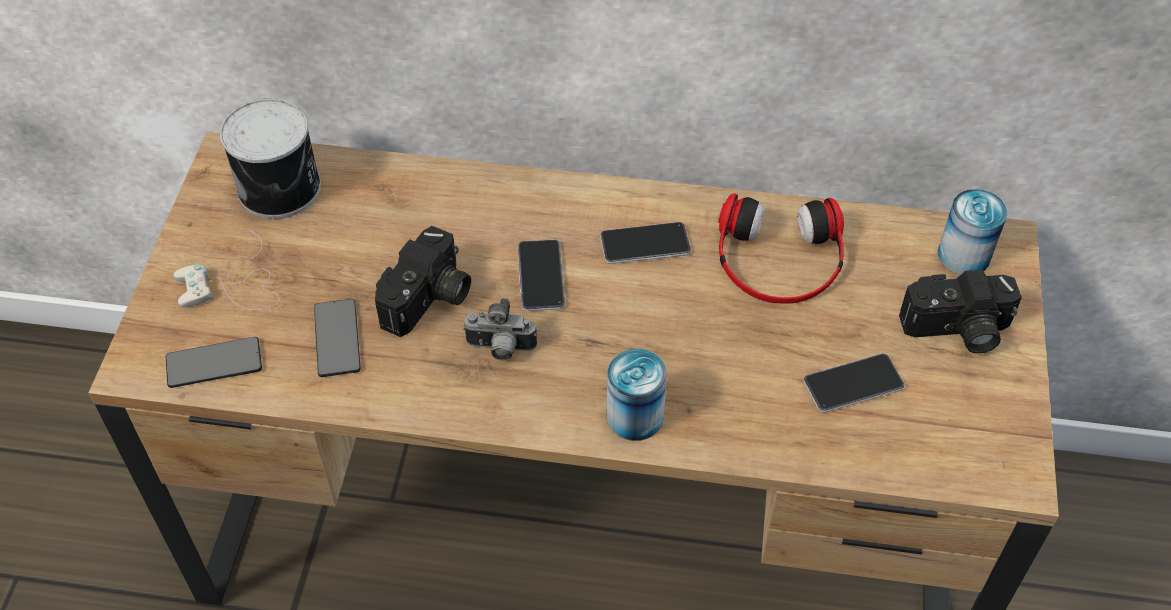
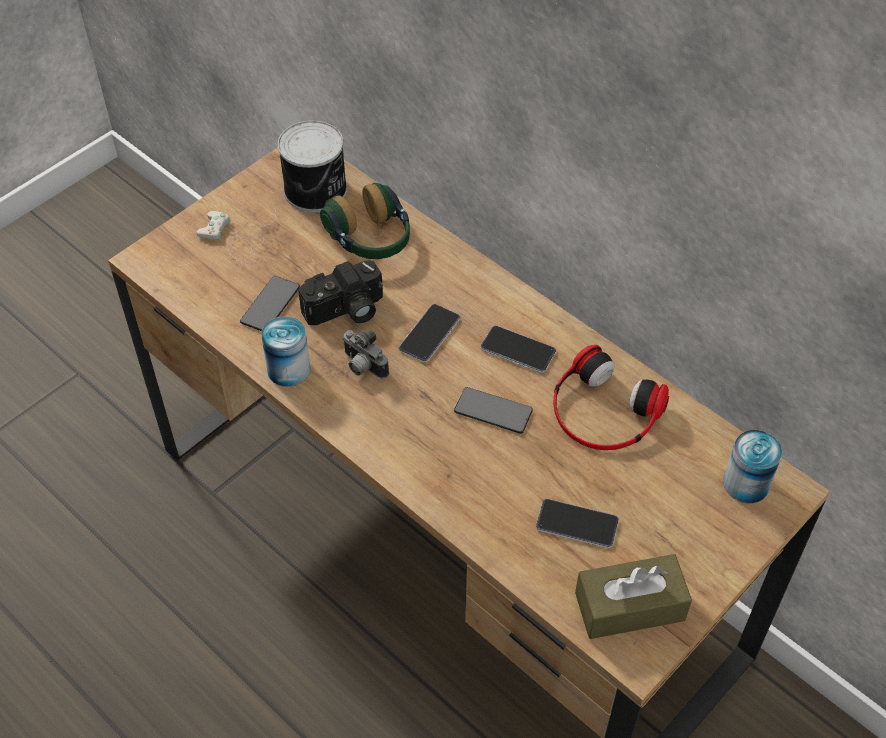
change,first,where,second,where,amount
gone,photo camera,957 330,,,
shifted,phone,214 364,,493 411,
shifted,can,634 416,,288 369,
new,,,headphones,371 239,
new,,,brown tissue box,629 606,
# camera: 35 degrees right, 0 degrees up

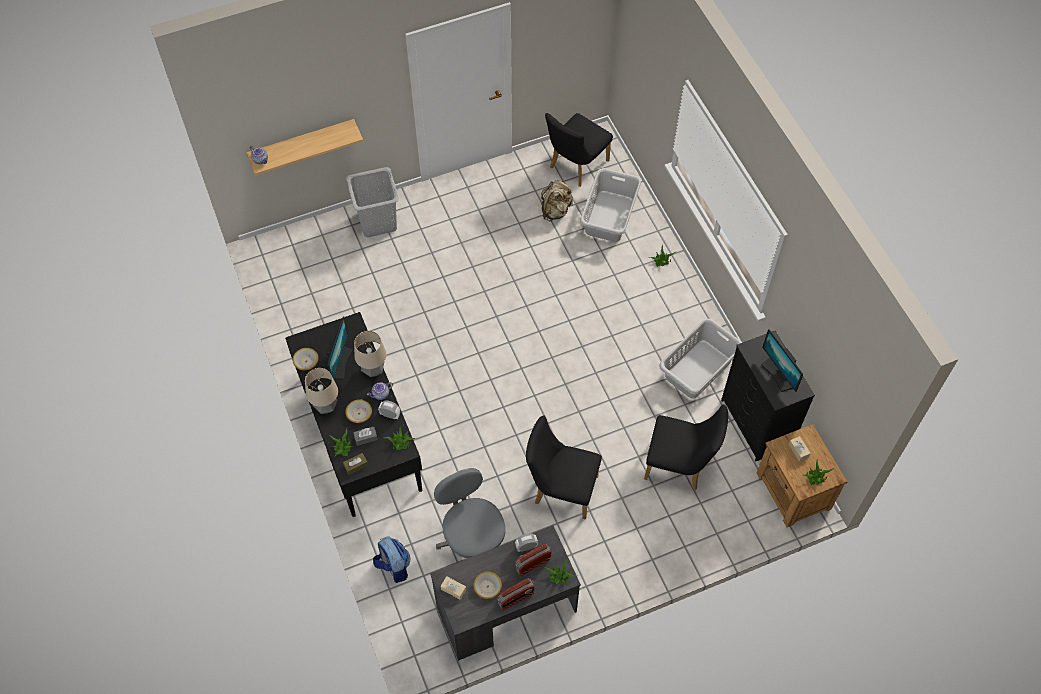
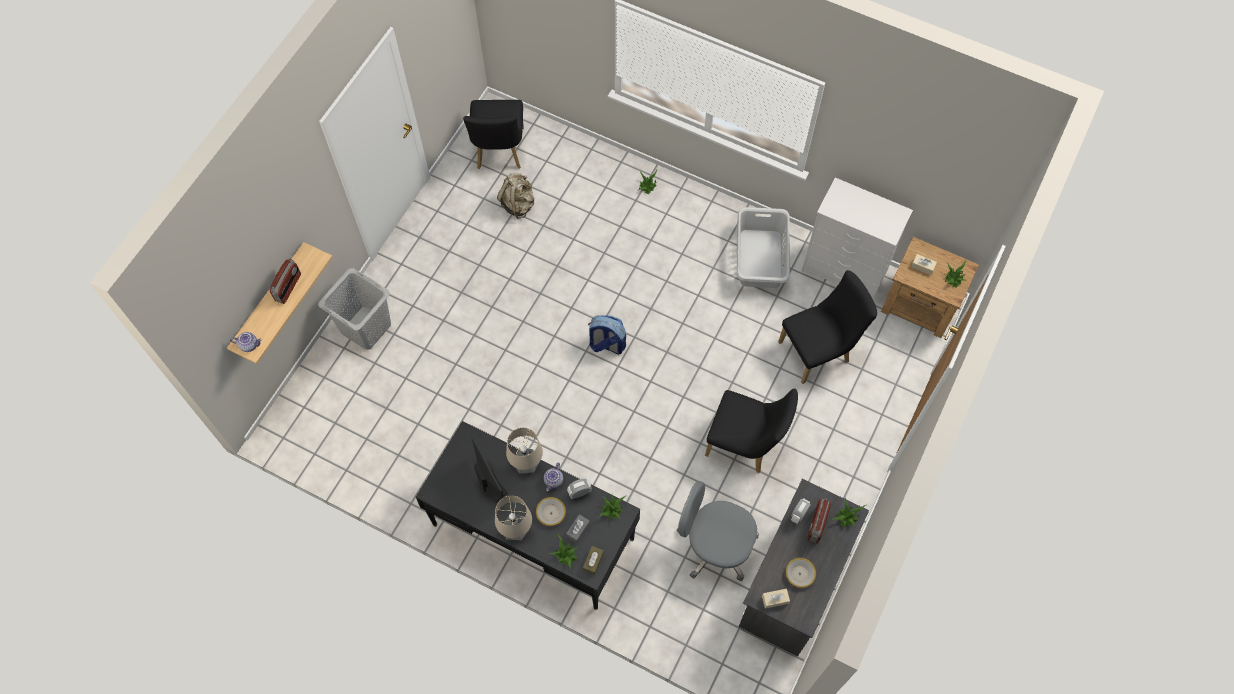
change,first,where,second,where,amount
gone,grey laundry basket,609 216,,,
gone,monitor,778 374,,,
repainted,black dresser,756 424,white dresser,845 270,
gone,bowl,306 361,,,
rotated,black chair,561 489,,745 444,135 degrees counterclockwise
shifted,backpack,393 566,,606 344,
shifted,radio,516 598,,288 287,
# camera: 40 degrees left, 5 degrees up

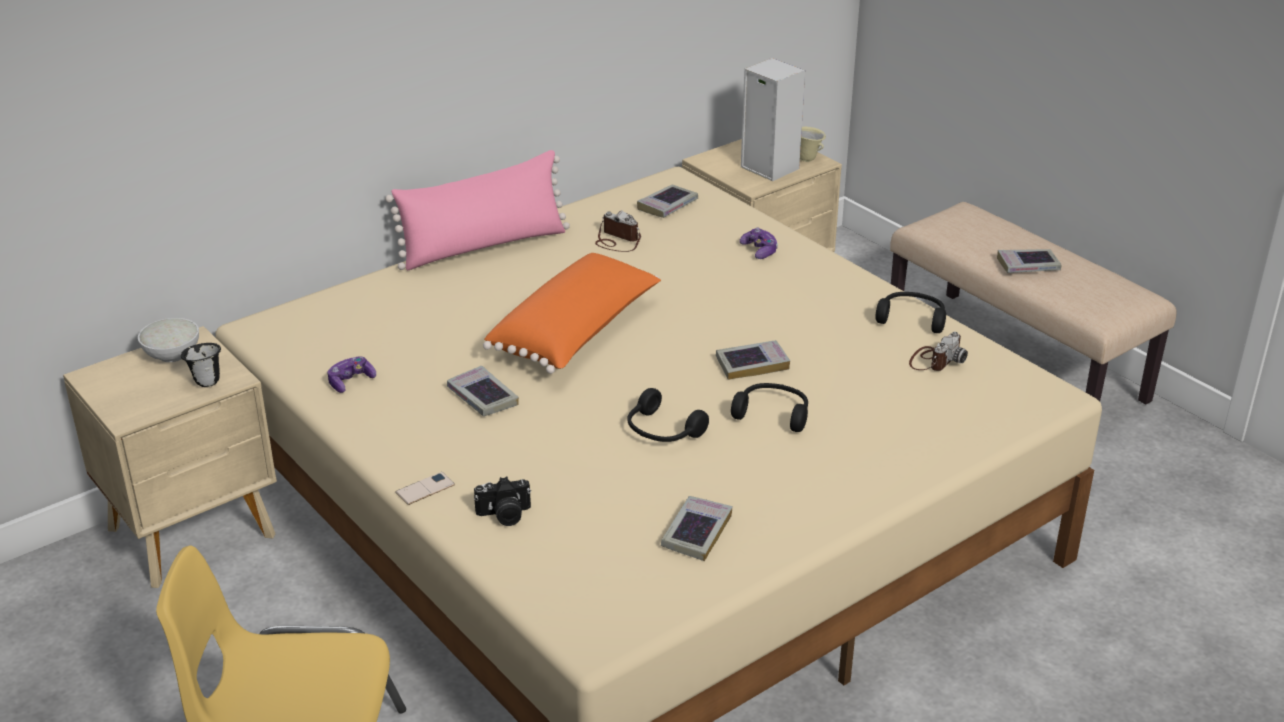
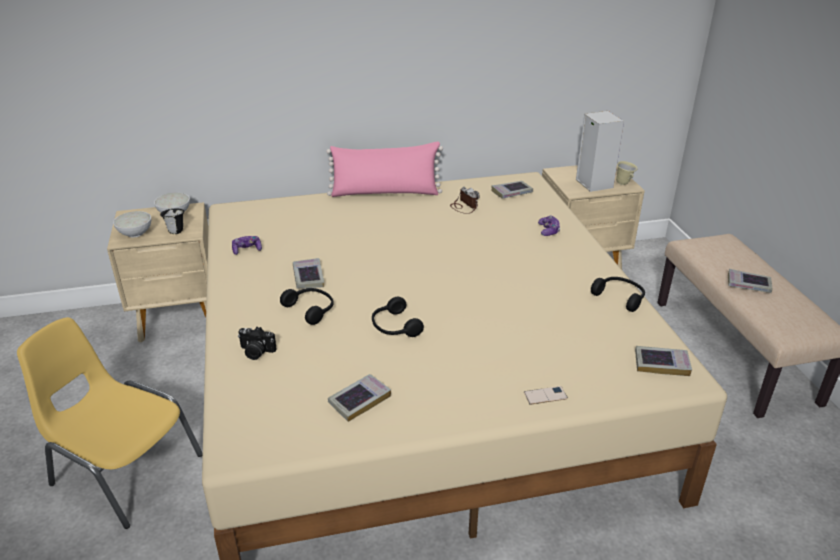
change,first,where,second,where,amount
gone,orange pillow,577 333,,,
gone,photo camera,935 360,,,
shifted,book,752 364,,661 364,
shifted,black headphones,773 414,,311 309,
shifted,phone,425 489,,545 395,
new,,,white bowl,135 233,
# camera: 25 degrees right, 0 degrees up

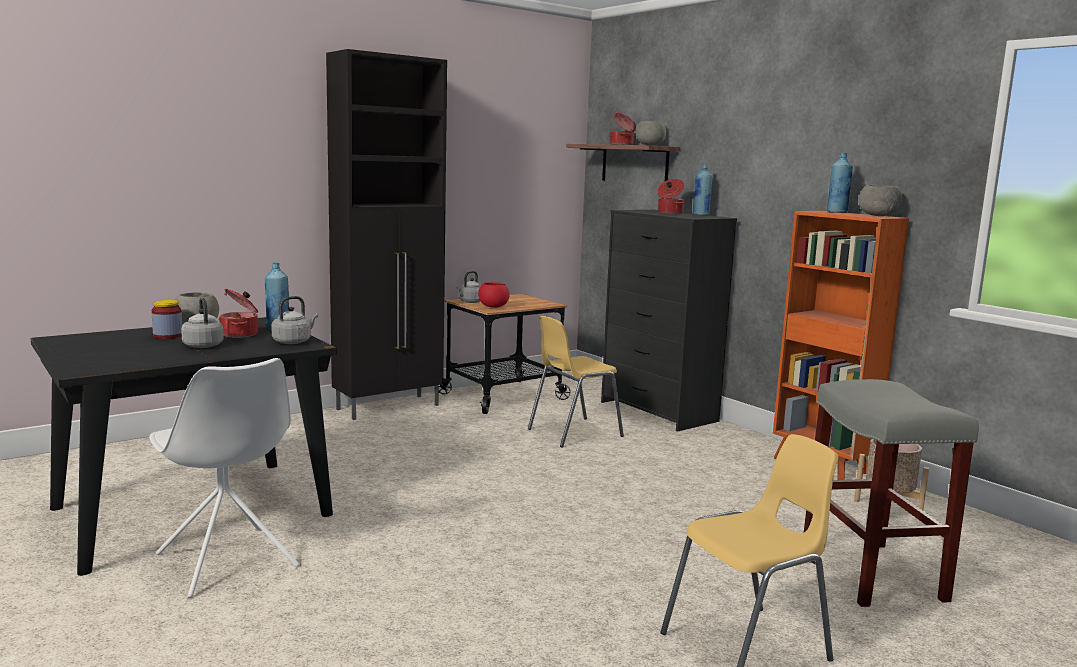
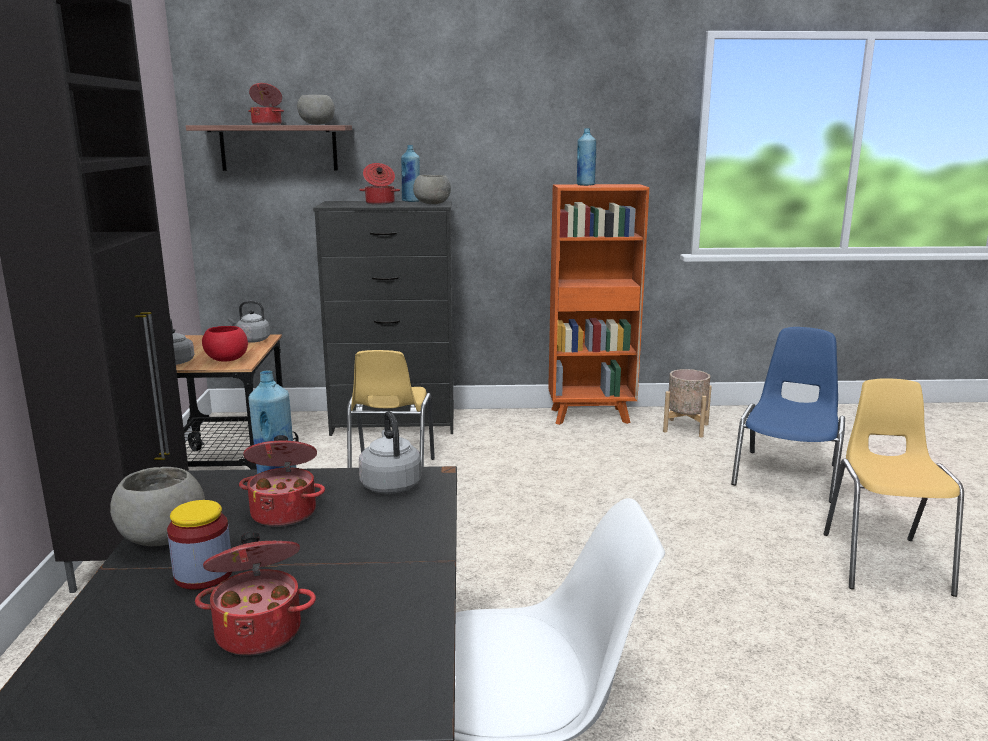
change,first,where,second,where,amount
shifted,grey bowl,878 216,,432 204,
shifted,grey kettle,203 345,,251 340,
swapped,grey stool,873 574,blue chair,788 475,
new,,,cooking pot,259 630,
# camera: 55 degrees left, 5 degrees up

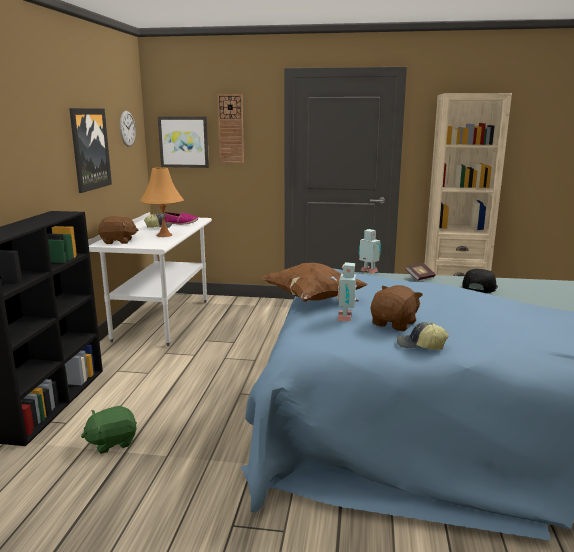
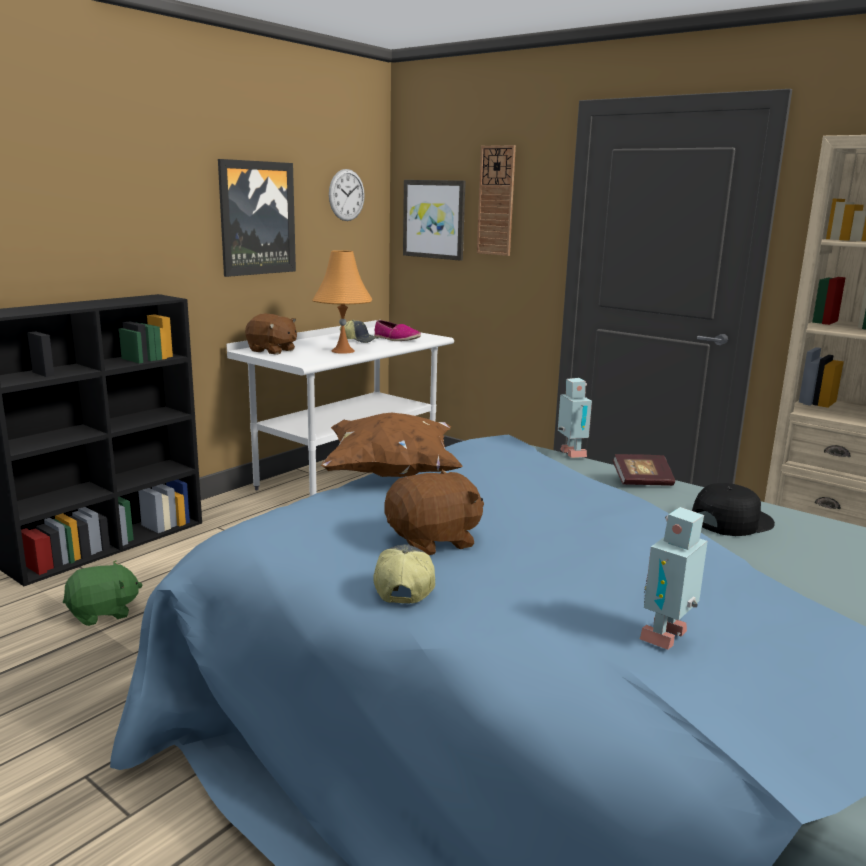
change,first,where,second,where,amount
shifted,toy robot,346 318,,668 637,
rotated,cap,420 346,,403 586,45 degrees clockwise
rotated,green plush toy,112 442,,103 613,150 degrees clockwise
# camera: 30 degrees right, 0 degrees up

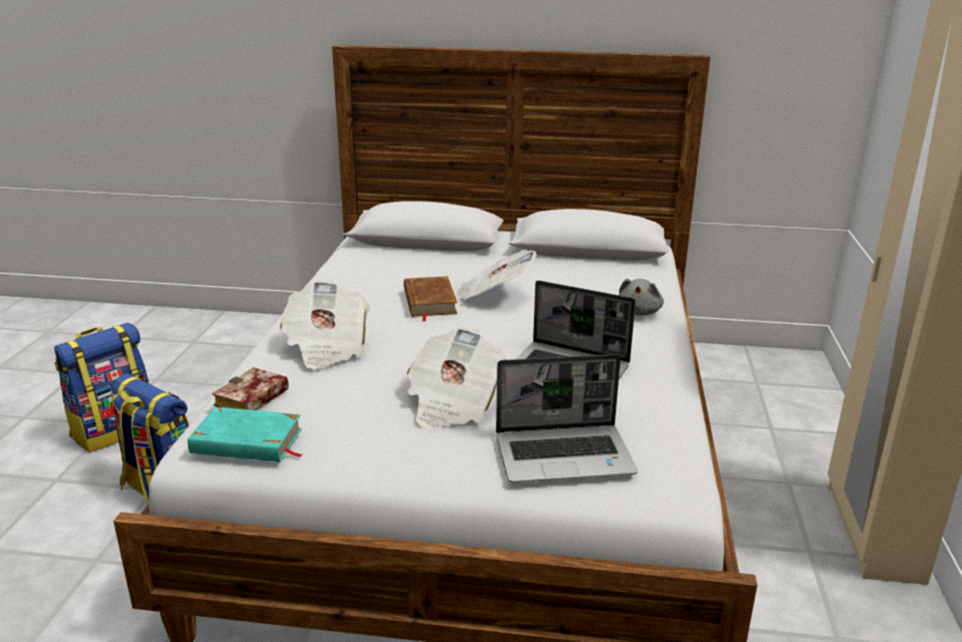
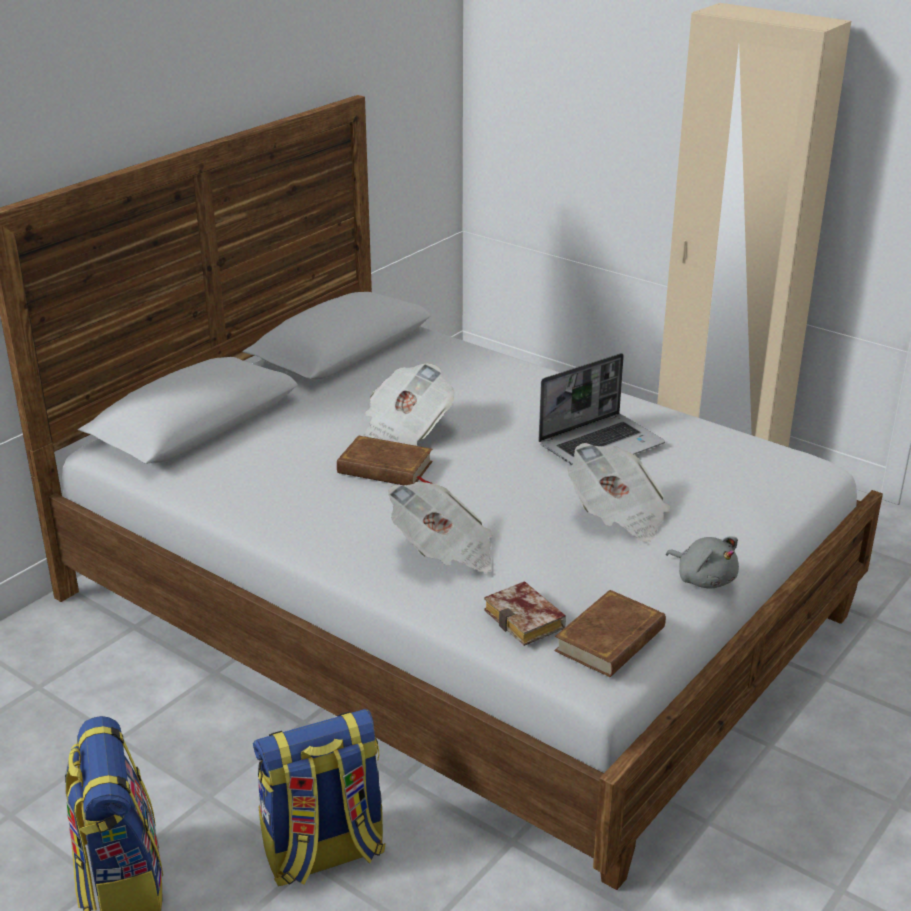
change,first,where,second,where,amount
shifted,grey plush toy,639 312,,704 578,
gone,laptop,565 455,,,
repainted,turquoise book,247 442,brown book,611 639,
# camera: 60 degrees left, 5 degrees up

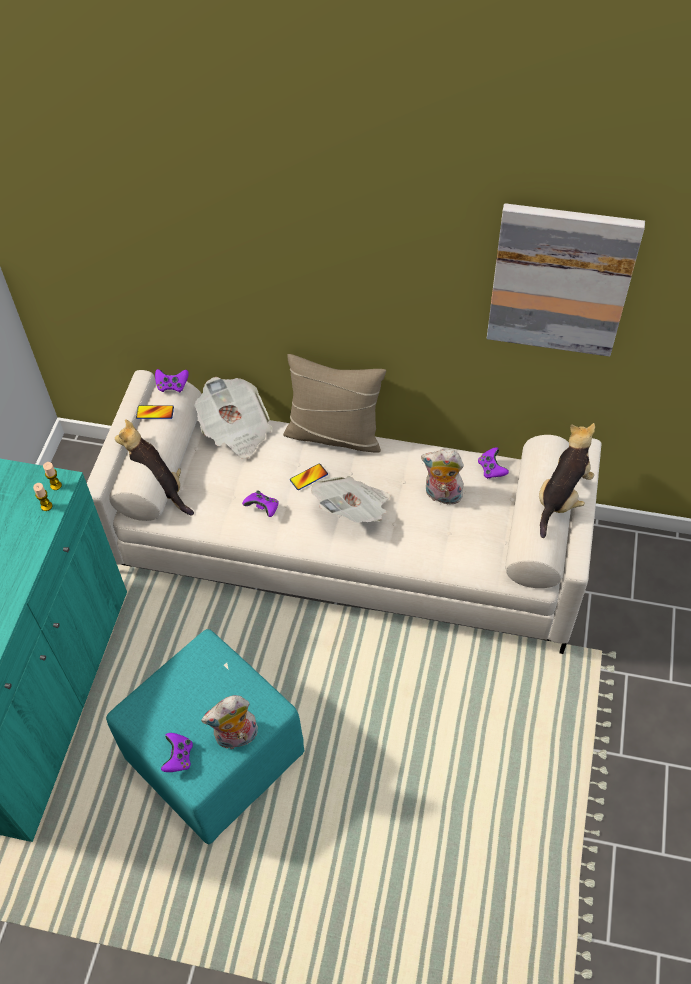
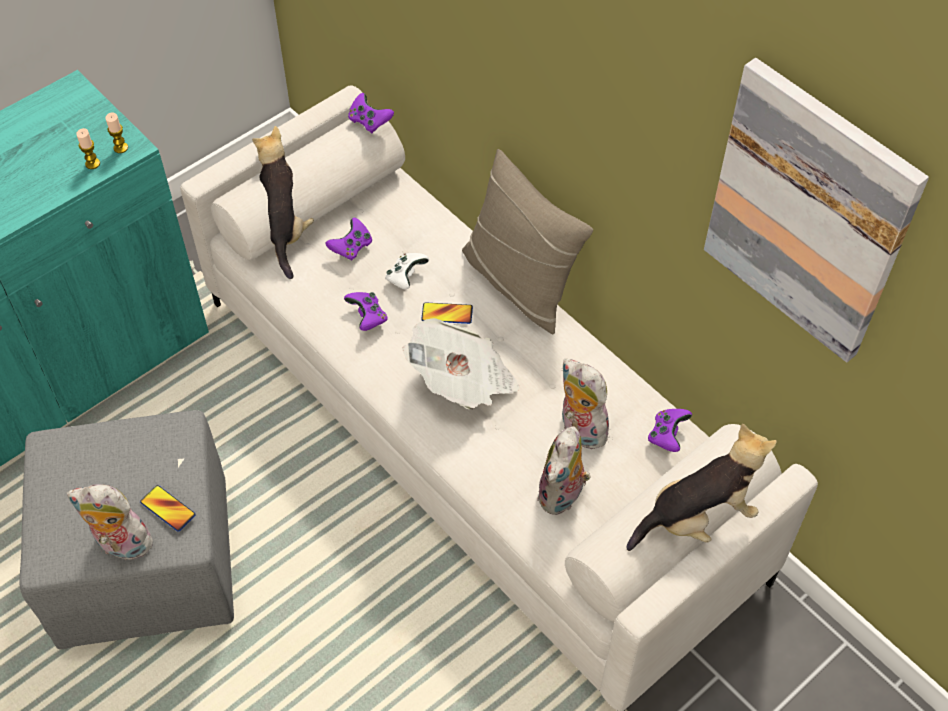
change,first,where,second,where,amount
gone,newspaper,236 430,,,
shifted,phone,155 412,,168 509,
repainted,turquoise ottoman,216 755,grey ottoman,148 562,
shifted,purple game controller,178 757,,351 248,
new,,,white game controller,406 277,
new,,,plush toy,562 496,
# camera: 35 degrees right, 0 degrees up

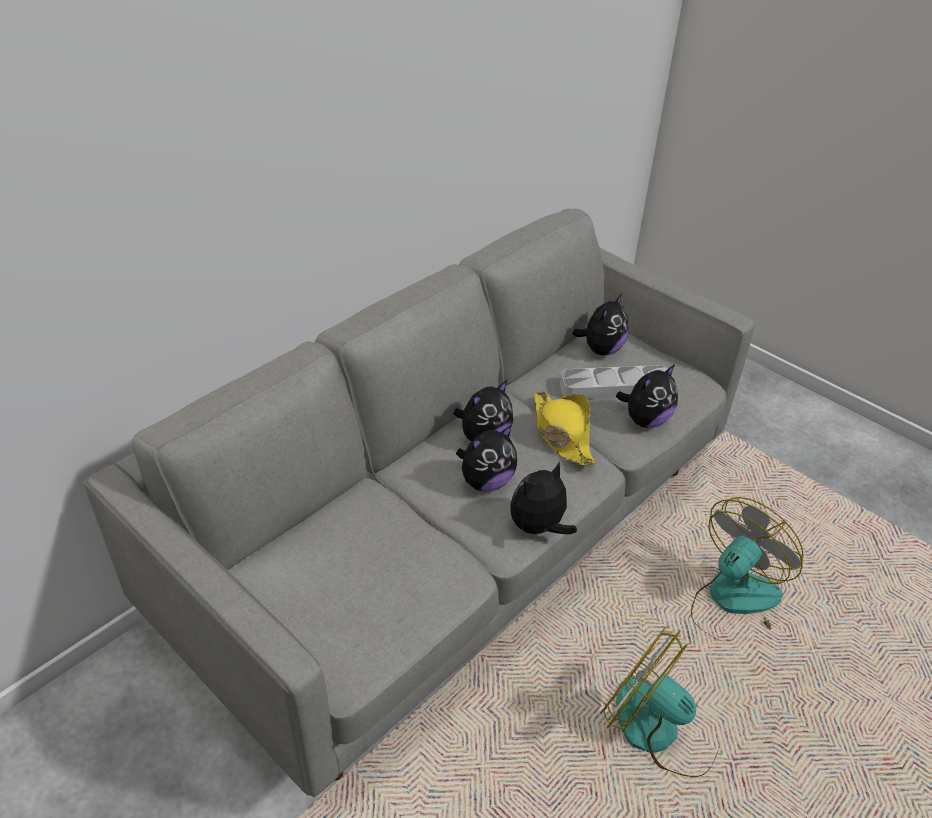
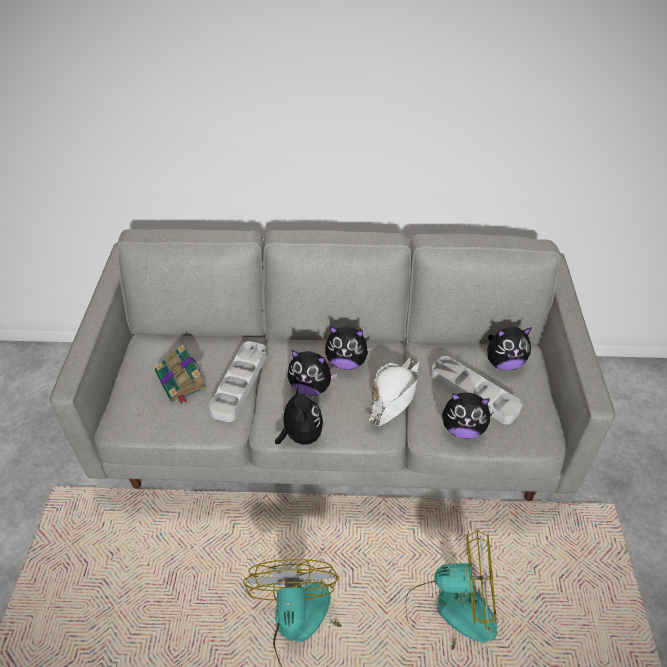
change,first,where,second,where,amount
repainted,yellow hat,562 434,white hat,394 395,
rotated,plush toy,538 528,,300 435,60 degrees clockwise
new,,,grey tray,239 384,
new,,,book,181 381,
# camera: 50 degrees right, 5 degrees up

